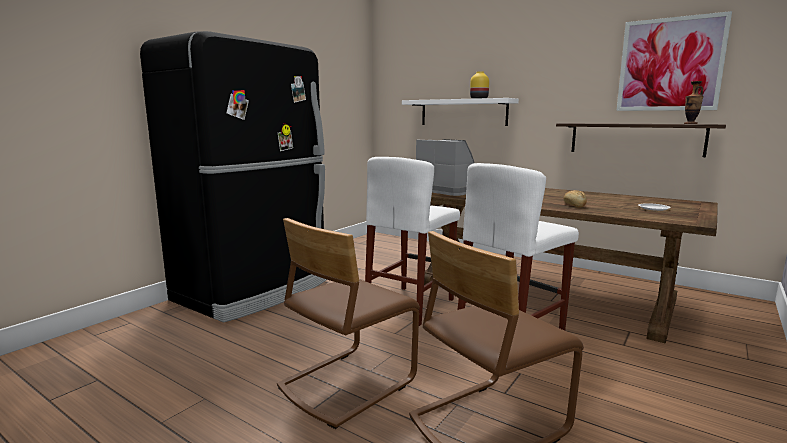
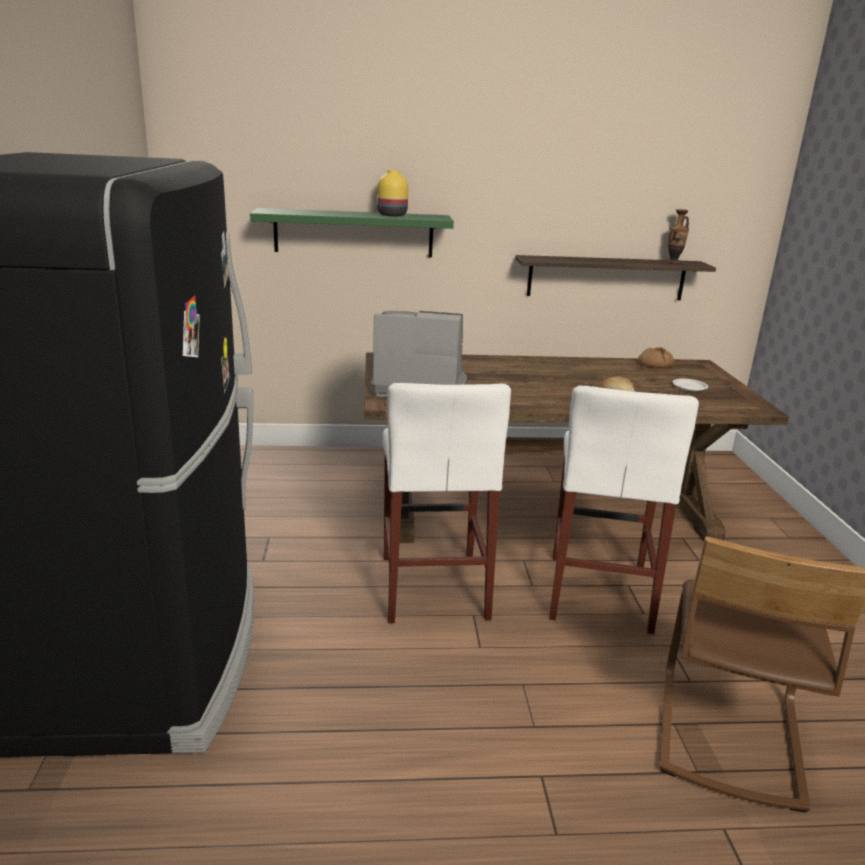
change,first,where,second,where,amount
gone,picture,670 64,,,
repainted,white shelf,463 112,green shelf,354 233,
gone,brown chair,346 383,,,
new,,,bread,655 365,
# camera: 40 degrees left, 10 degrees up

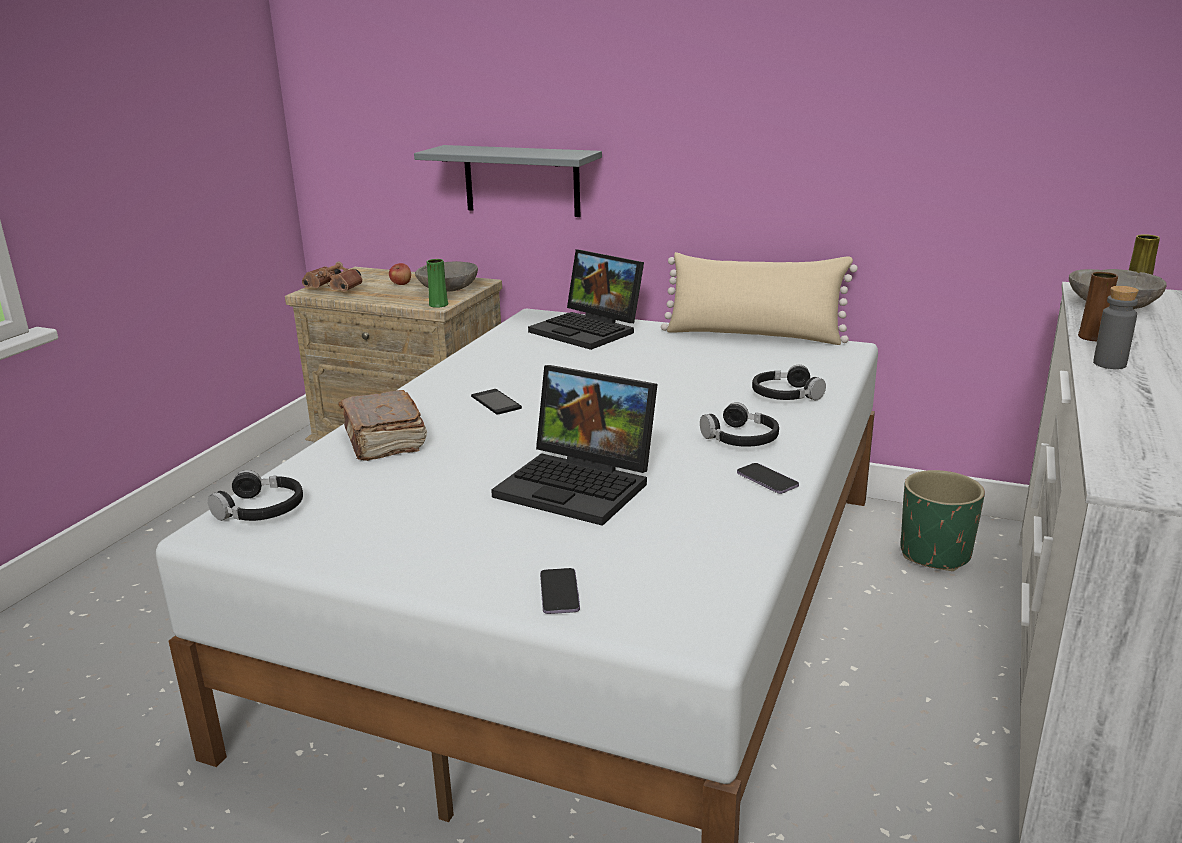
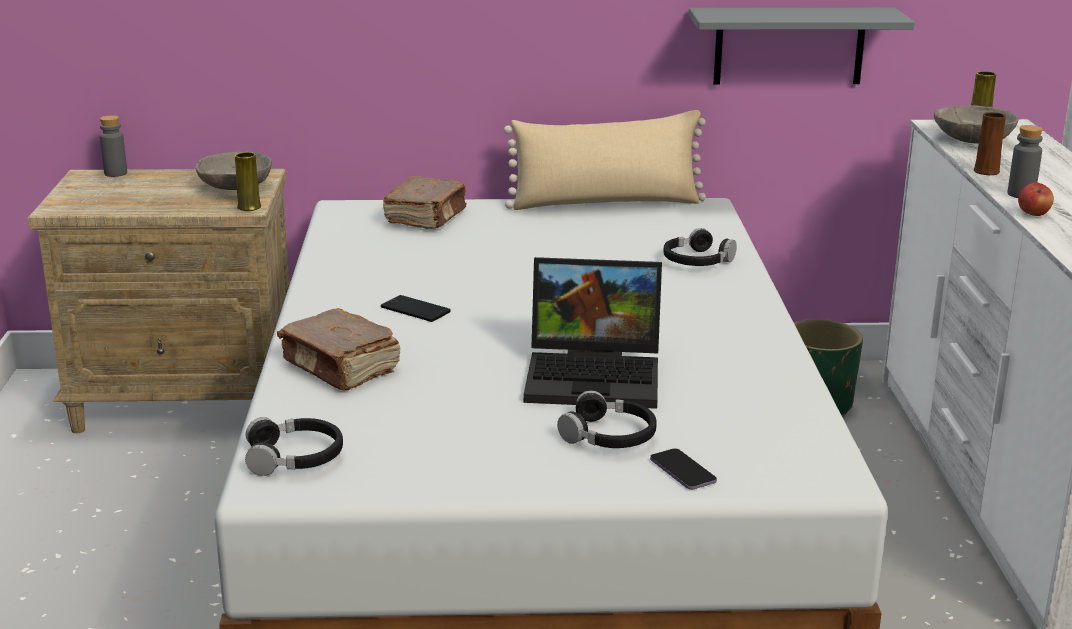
change,first,where,second,where,amount
shifted,grey shelf,521 180,,789 46,
swapped,laptop,589 330,brown book,427 218,
repainted,green vase,438 305,yellow vase,249 207,
gone,brown binoculars,336 290,,,
shifted,apple,401 284,,1033 214,
shifted,black headphones,741 439,,609 436,
gone,phone,767 480,,,
new,,,grey bottle,115 173,
# camera: 25 degrees left, 0 degrees up

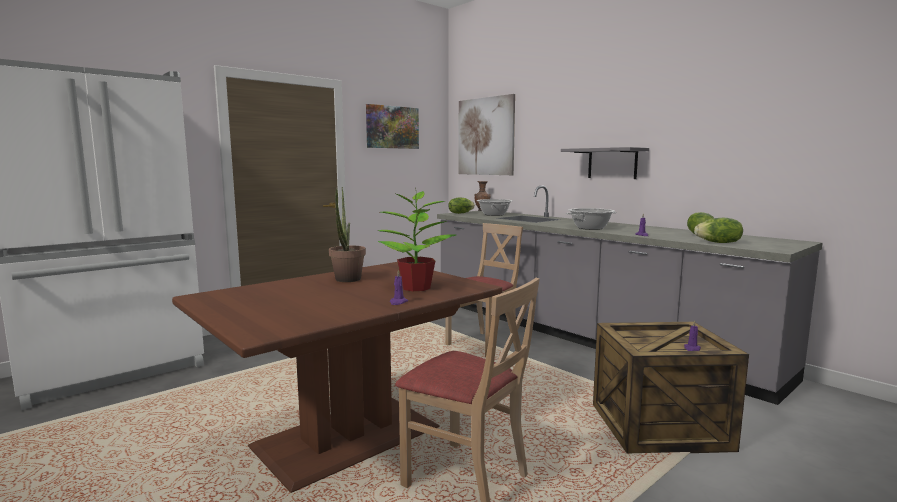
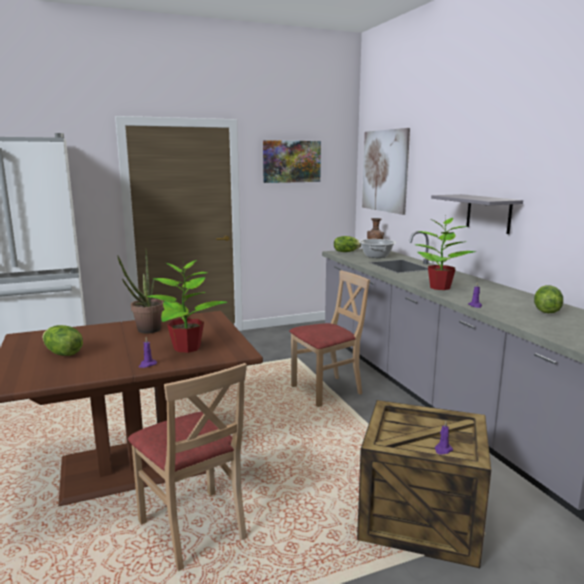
change,first,where,second,where,amount
swapped,cooking pot,590 228,potted plant,439 287,
shifted,lettuce,719 243,,63 353,
# camera: 20 degrees right, 5 degrees up

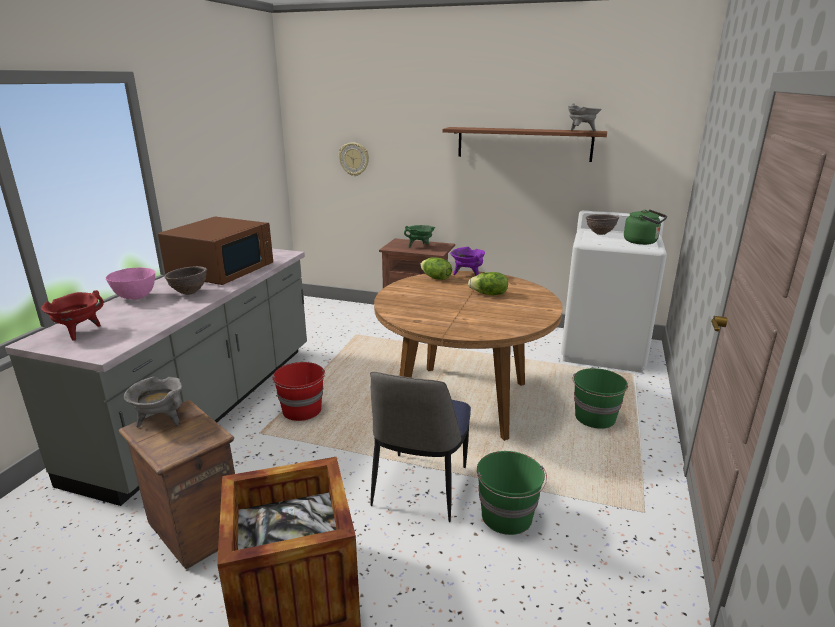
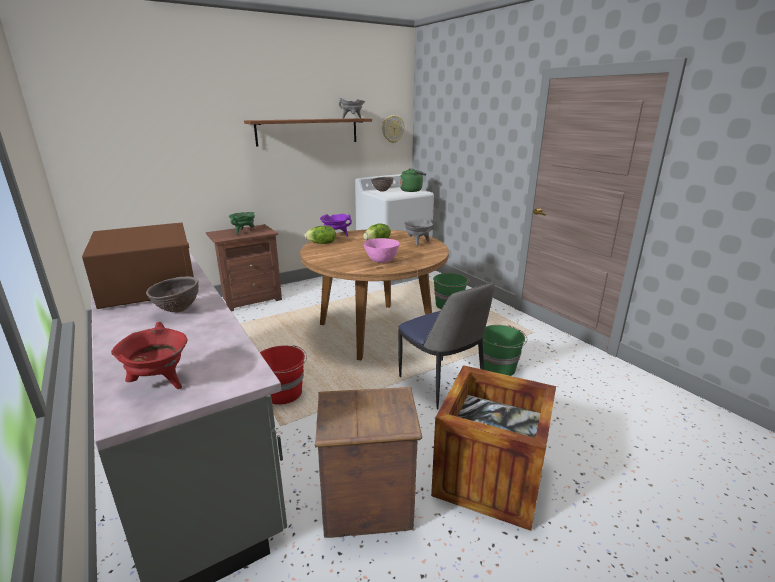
change,first,where,second,where,amount
shifted,wall clock,354 159,,392 129,
shifted,pink bowl,136 297,,381 261,
shifted,grey cooking pot,161 420,,417 242,
# camera: 50 degrees left, 0 degrees up

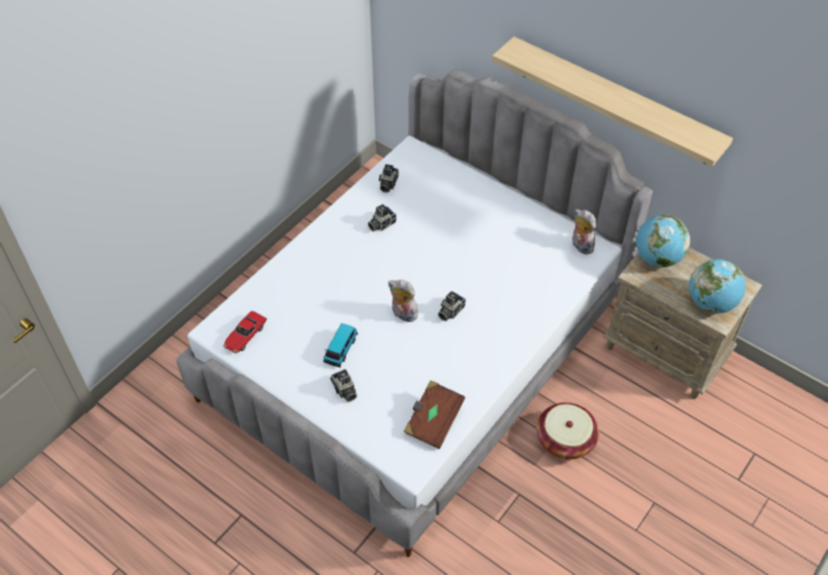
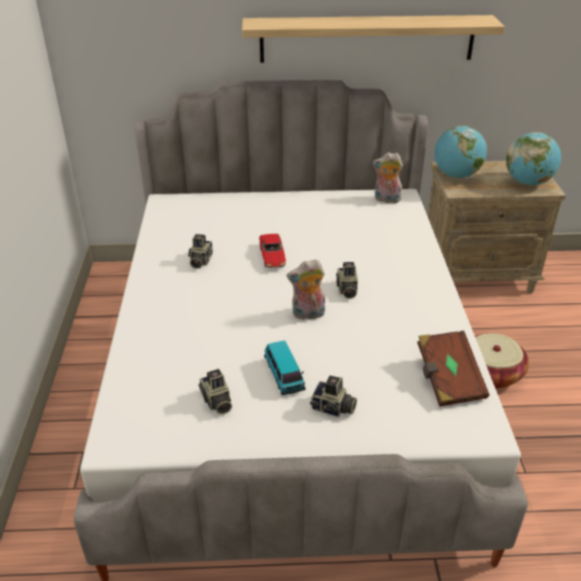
change,first,where,second,where,amount
shifted,photo camera,387 184,,216 402,
shifted,toy car,245 336,,272 257,
# camera: 40 degrees left, 15 degrees down

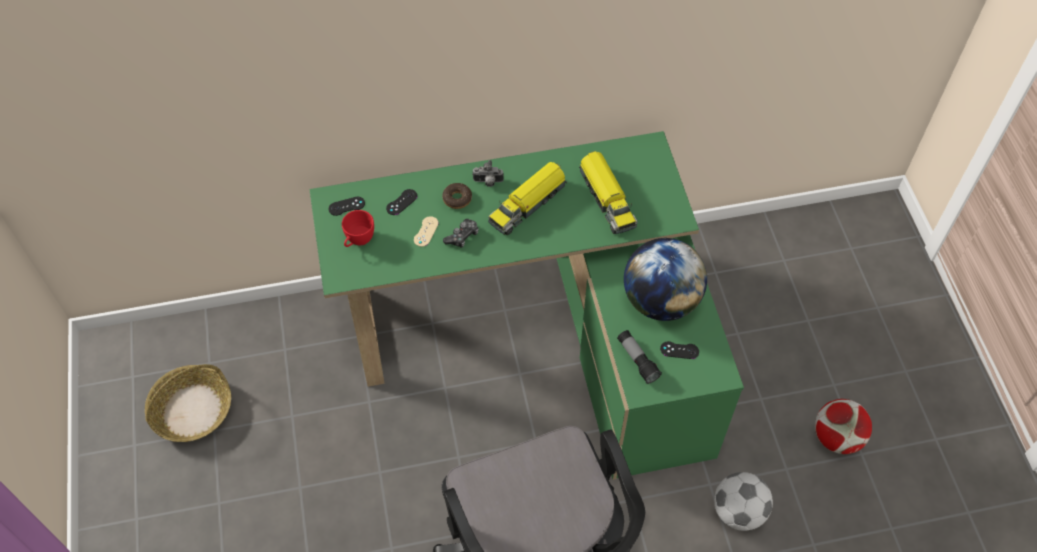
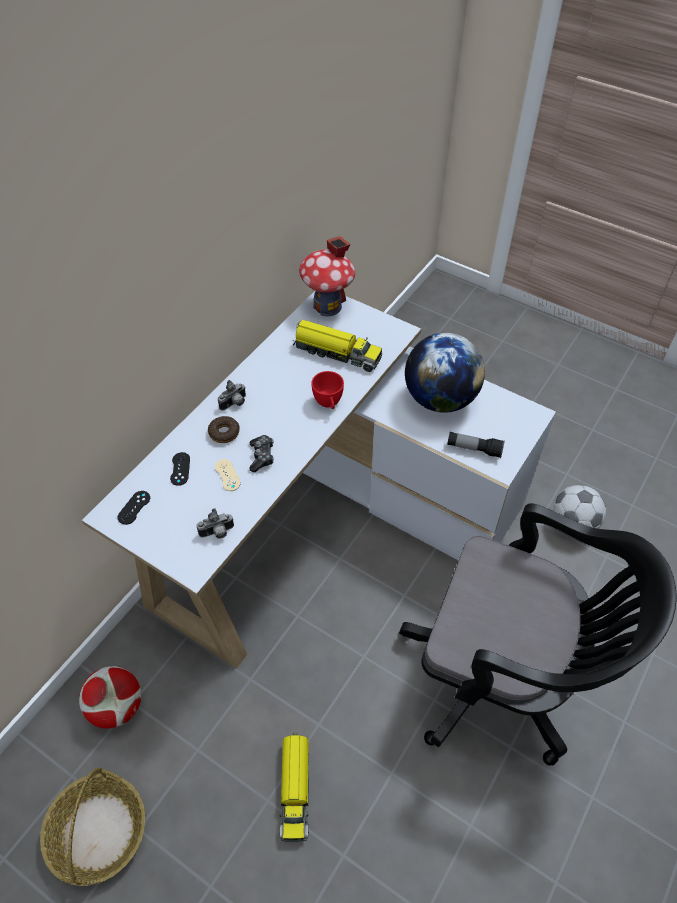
change,first,where,second,where,amount
repainted,green desk,544 337,white desk,328 519,
shifted,toy truck,528 204,,295 788,
shifted,red cup,358 241,,328 404,
gone,black game controller,679 350,,,
shifted,football,837 437,,117 707,
new,,,toy house,327 306,
new,,,photo camera,217 533,
# camera: 45 degrees left, 5 degrees down

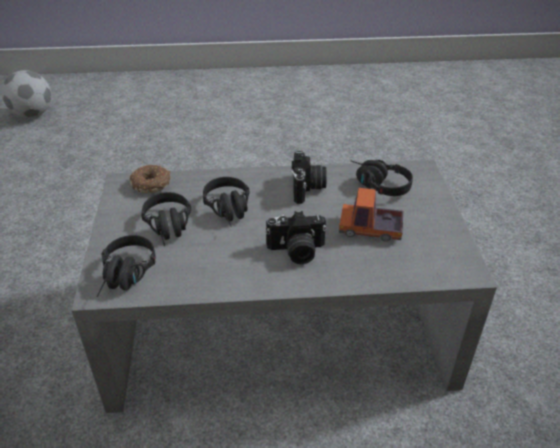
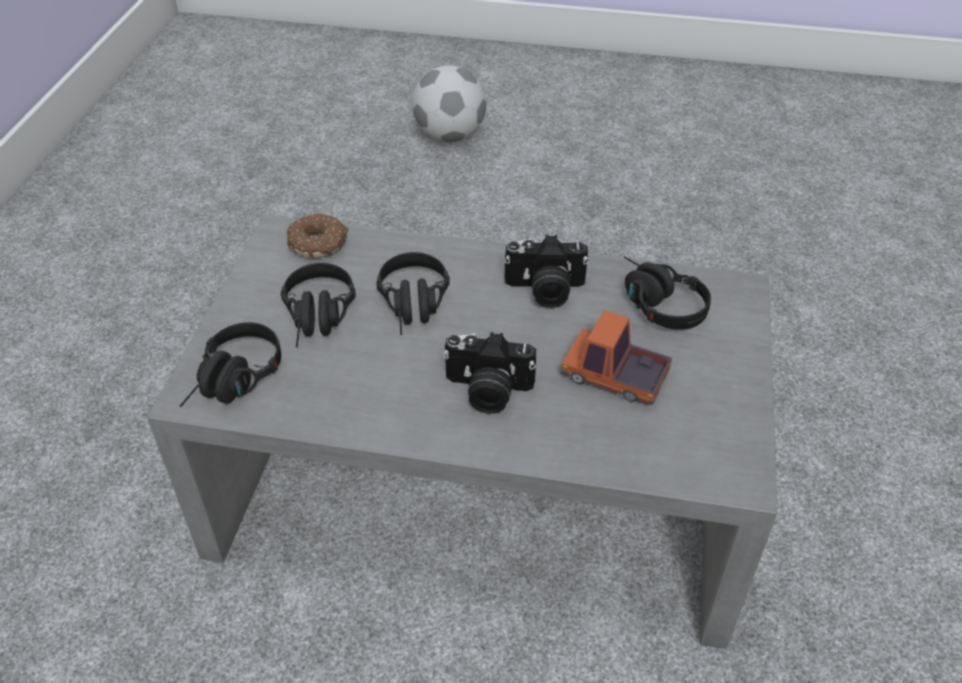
change,first,where,second,where,amount
shifted,football,33 114,,449 136,
rotated,photo camera,307 188,,545 290,75 degrees clockwise
# camera: 15 degrees right, 5 degrees up

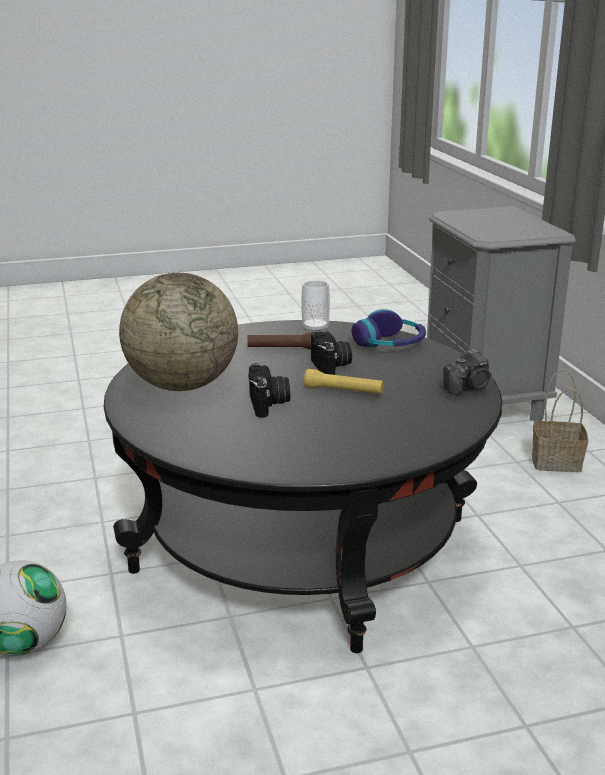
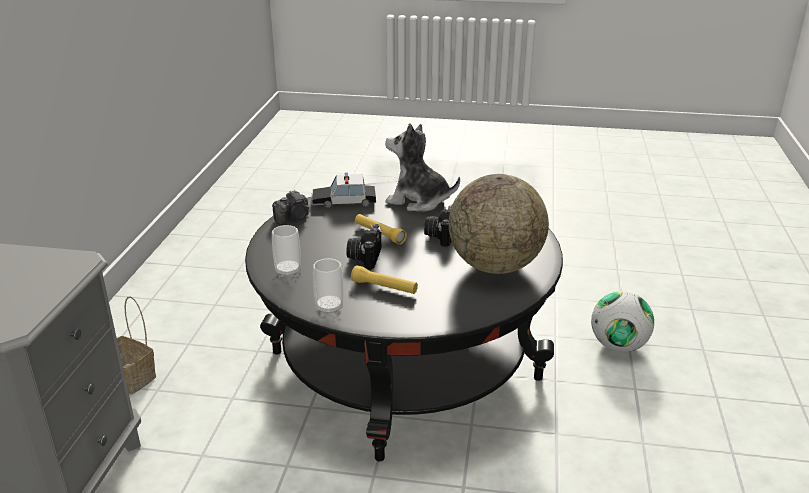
change,first,where,second,where,amount
swapped,headphones,390 343,cup,288 271,
repainted,brown flashlight,282 349,yellow flashlight,384 287,
rotated,photo camera,468 388,,293 218,150 degrees clockwise
new,,,plush toy,418 201,
new,,,toy car,343 201,
# camera: 155 degrees left, 5 degrees up

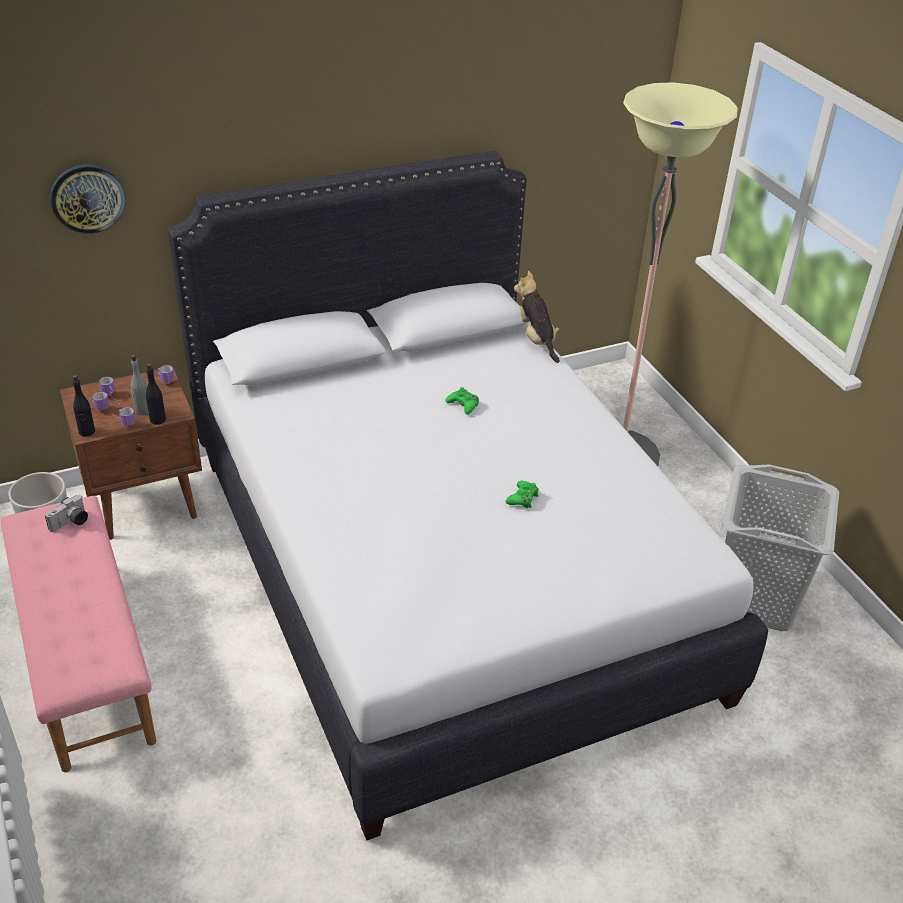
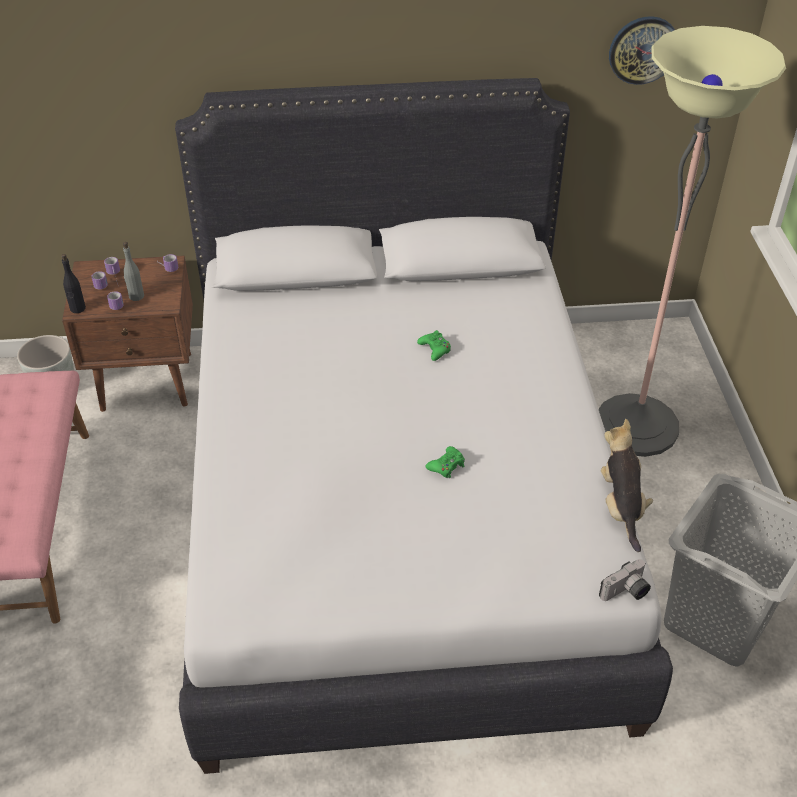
change,first,where,second,where,amount
shifted,wall clock,87 198,,643 49,
shifted,plush toy,536 340,,621 506,
gone,black bottle,158 419,,,
shifted,photo camera,71 523,,626 592,
# camera: 20 degrees right, 5 degrees up

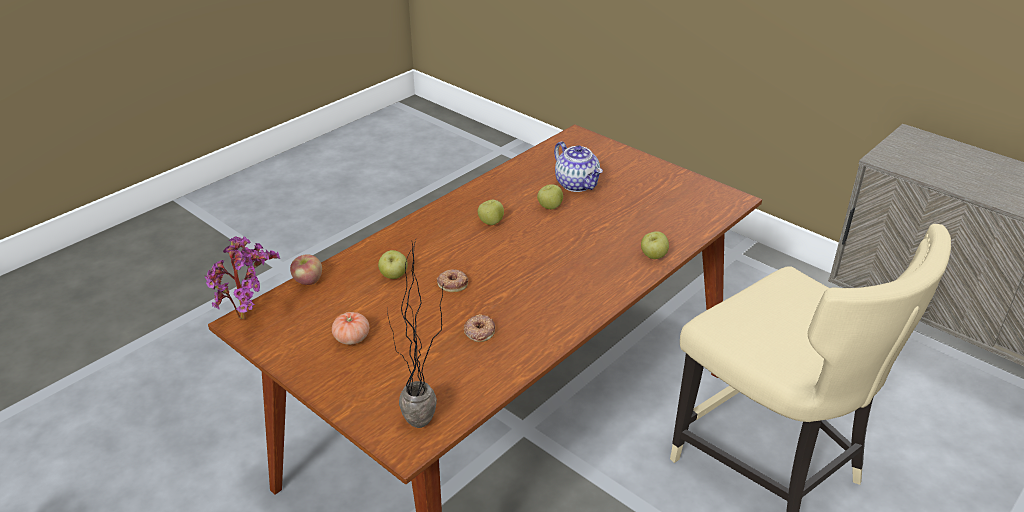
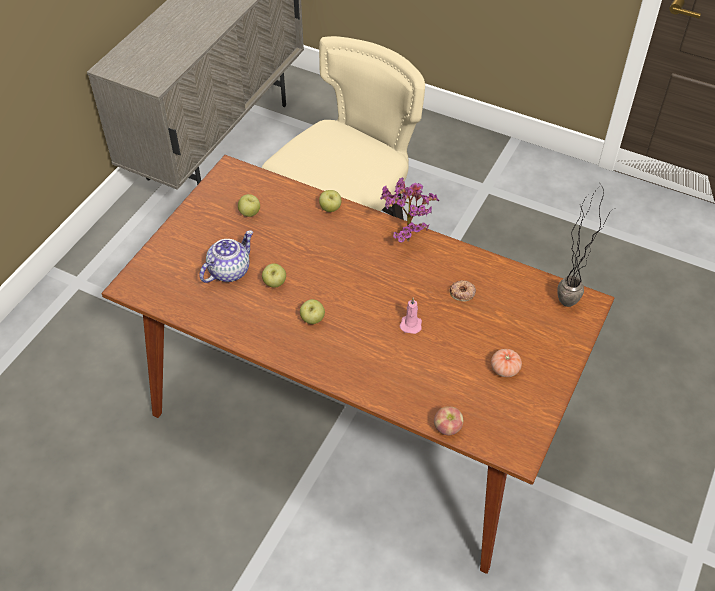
change,first,where,second,where,amount
shifted,potted plant,249 317,,405 236,
shifted,apple,394 276,,250 213,
swapped,donut,452 283,pink candle,411 324,
# camera: 105 degrees left, 15 degrees up

